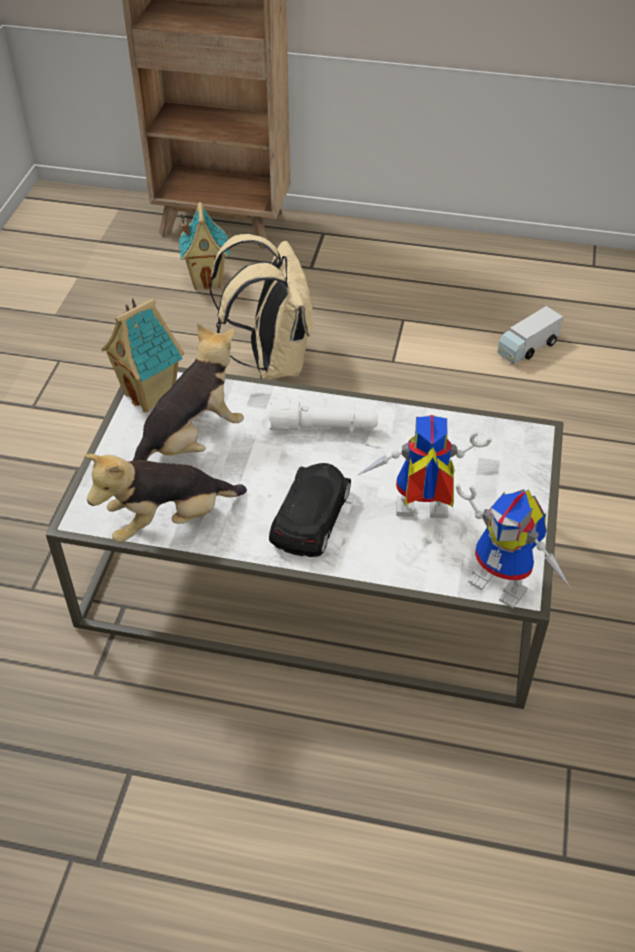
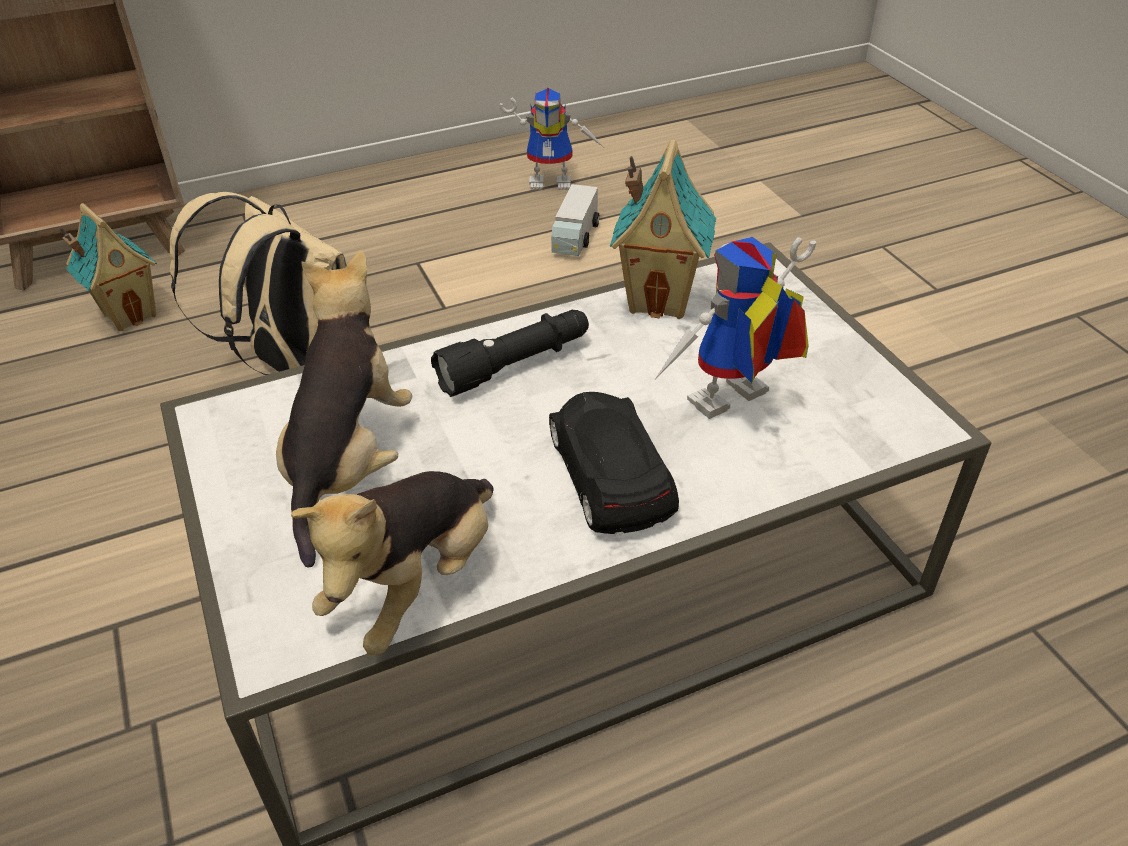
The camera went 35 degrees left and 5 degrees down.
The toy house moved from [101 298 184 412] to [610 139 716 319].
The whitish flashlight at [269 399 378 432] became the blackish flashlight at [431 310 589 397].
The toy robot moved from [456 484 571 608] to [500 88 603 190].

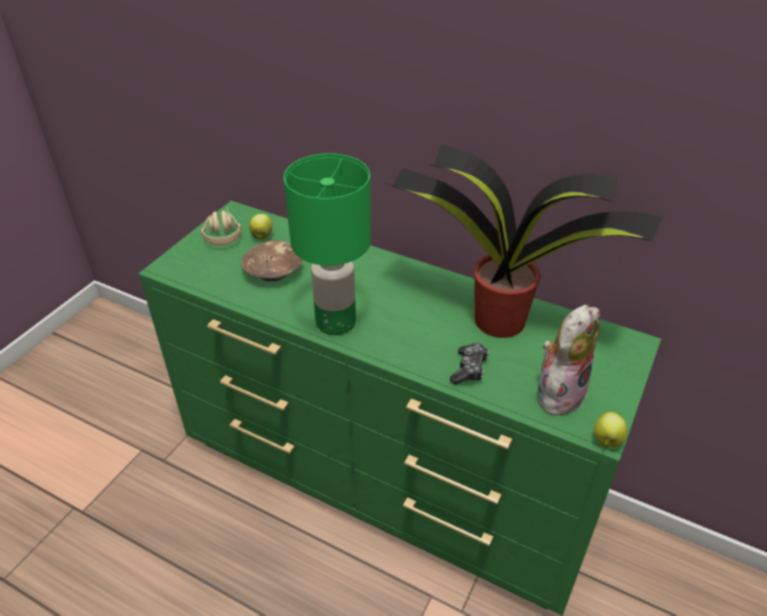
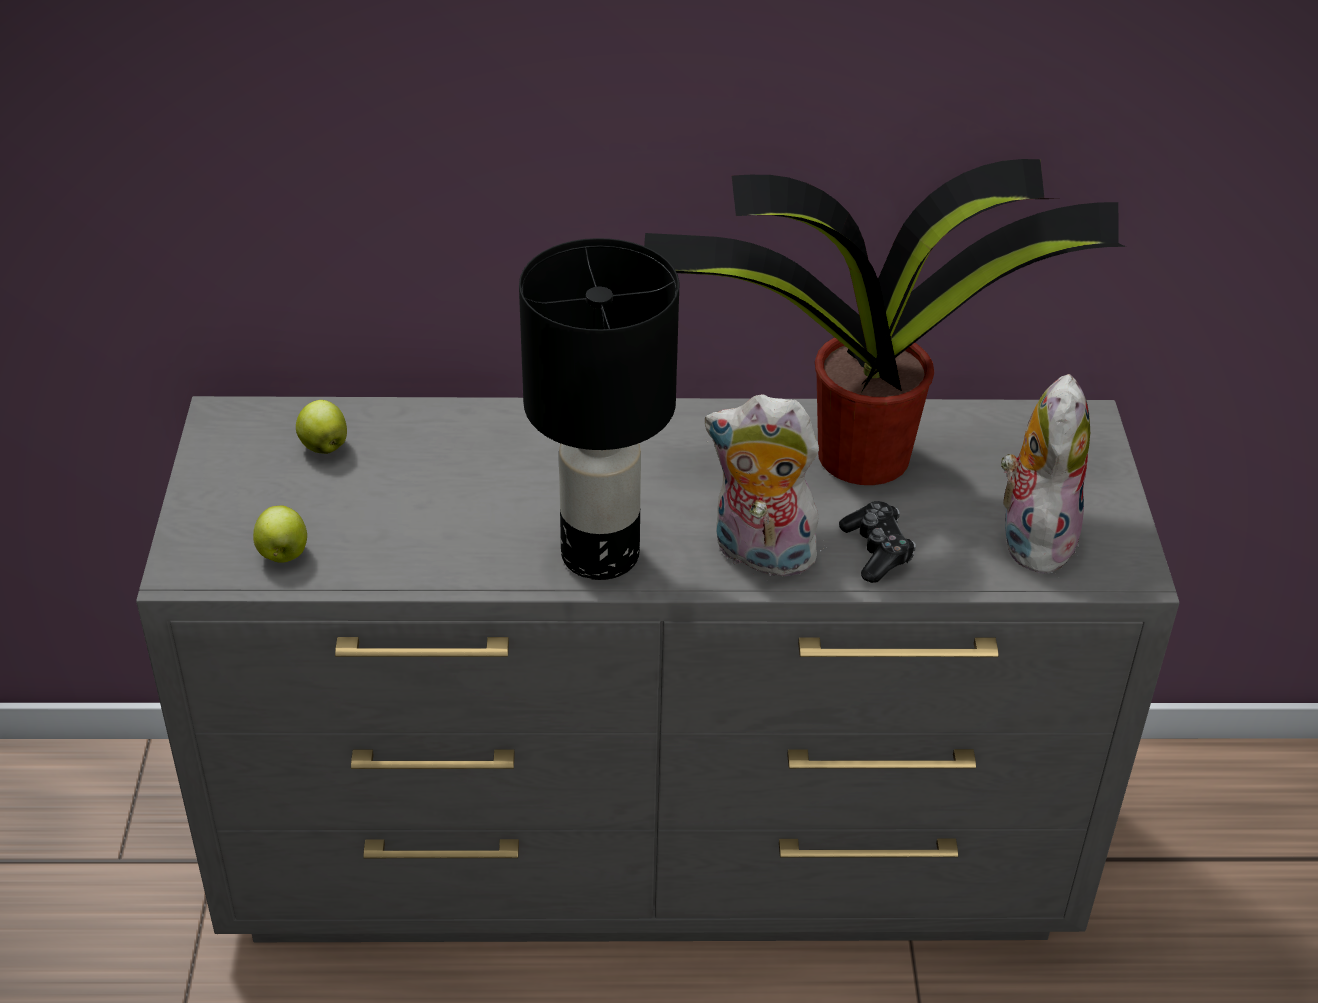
The camera went 30 degrees left and 0 degrees up.
The green-coloured lamp for a table at [284 153 371 335] became the blackish lamp for a table at [519 238 679 580].
The green-coloured drawer chest at [139 201 661 615] became the greyish drawer chest at [136 396 1180 942].
The sand-coloured pair of headphones at [201 207 242 246] disappeared.
The brownish bowl at [241 240 302 281] disappeared.
The apple fruit moved from [594 412 627 447] to [253 505 307 563].
The soft toy at [705 394 827 581] appeared.

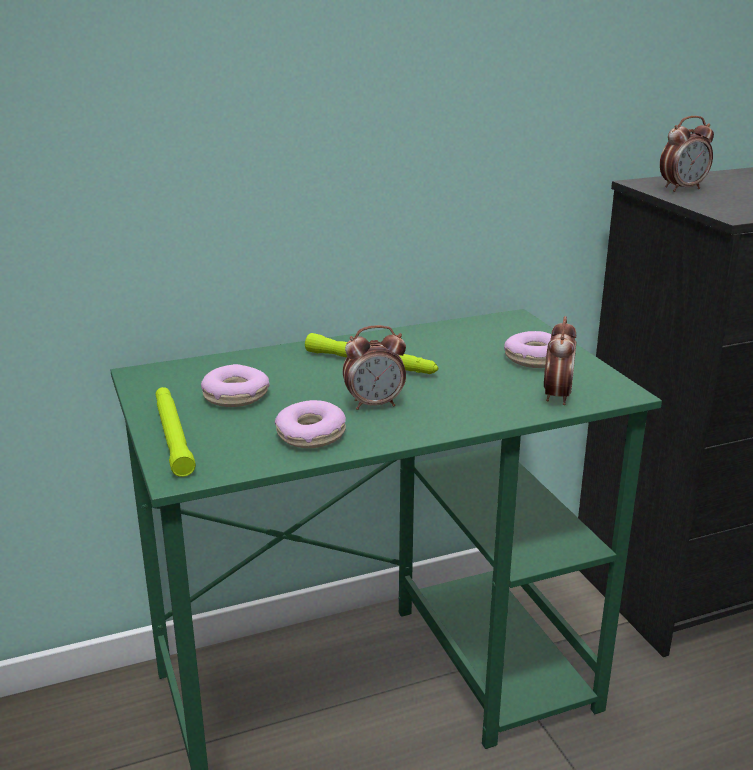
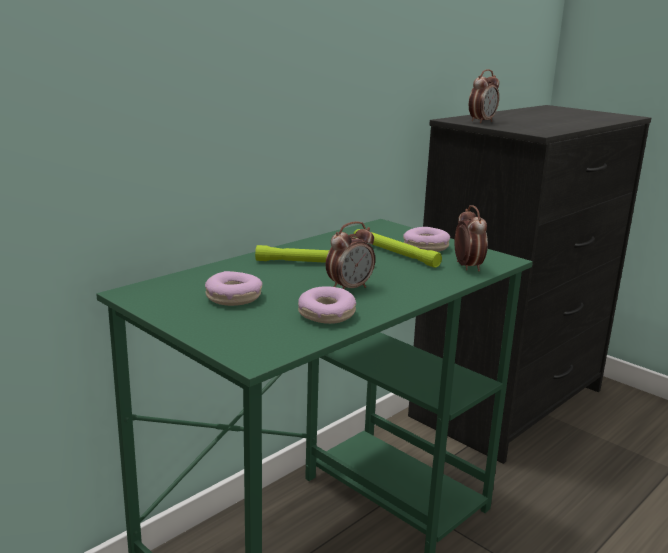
The camera went 25 degrees left and 5 degrees down.
The green-coloured flashlight moved from [155 387 196 477] to [354 229 442 268].

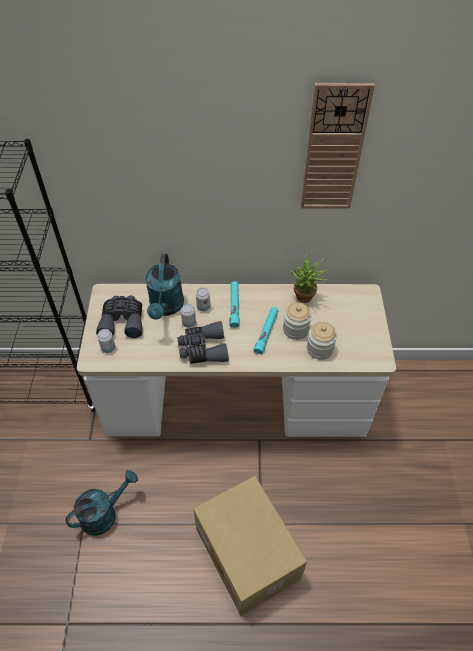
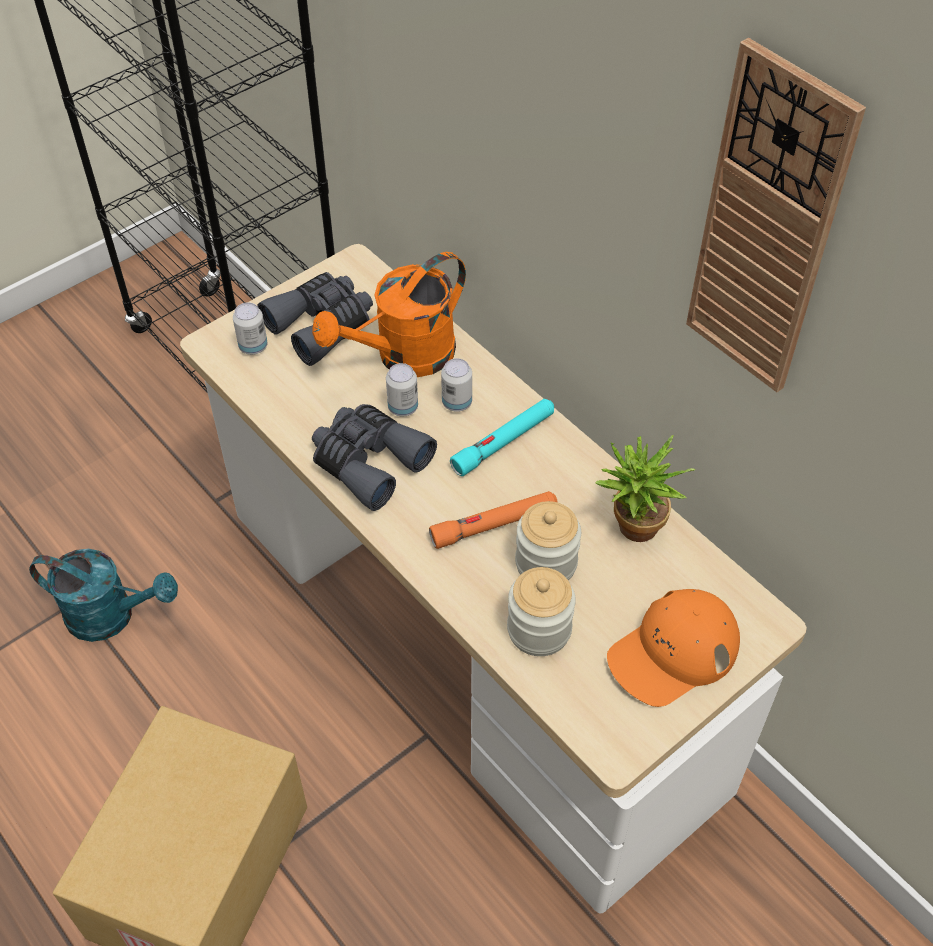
The camera went 50 degrees right and 0 degrees up.
The turquoise-coloured watering can at [145 253 184 320] became the orangey watering can at [312 252 466 377].
The turquoise-coloured flashlight at [253 307 278 355] became the orangey flashlight at [429 491 558 549].
The orangey peaked cap at [607 589 740 707] appeared.

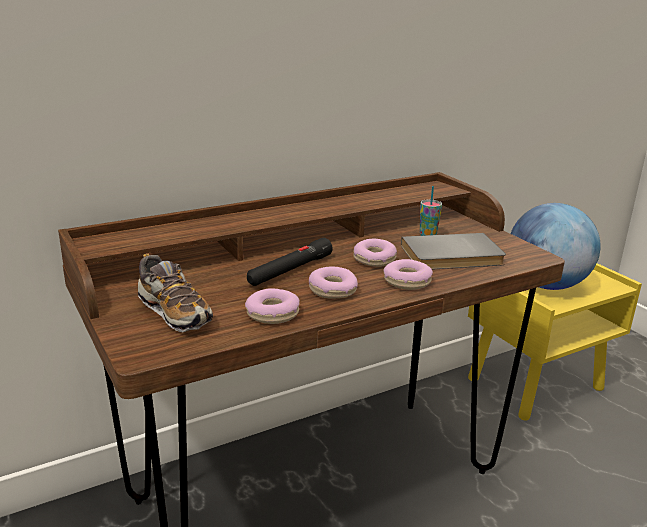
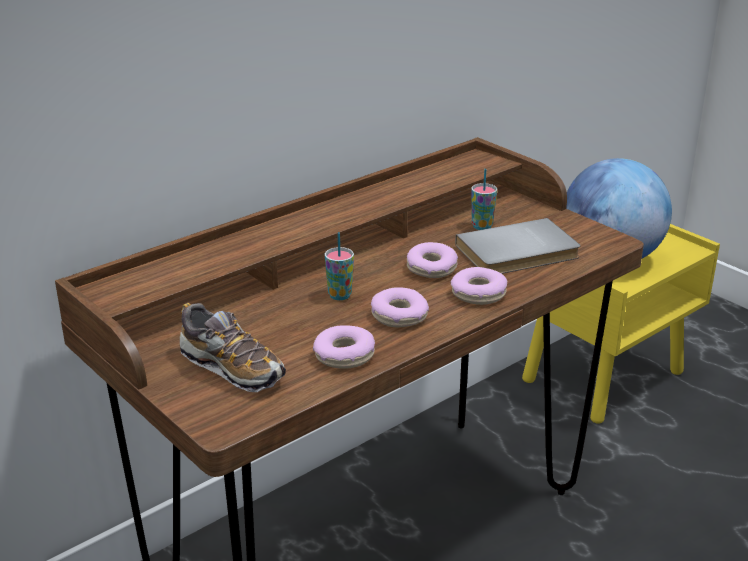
The camera went 10 degrees left and 5 degrees up.
The blackish flashlight at [247 238 333 286] was replaced by the small cup at [325 232 354 300].

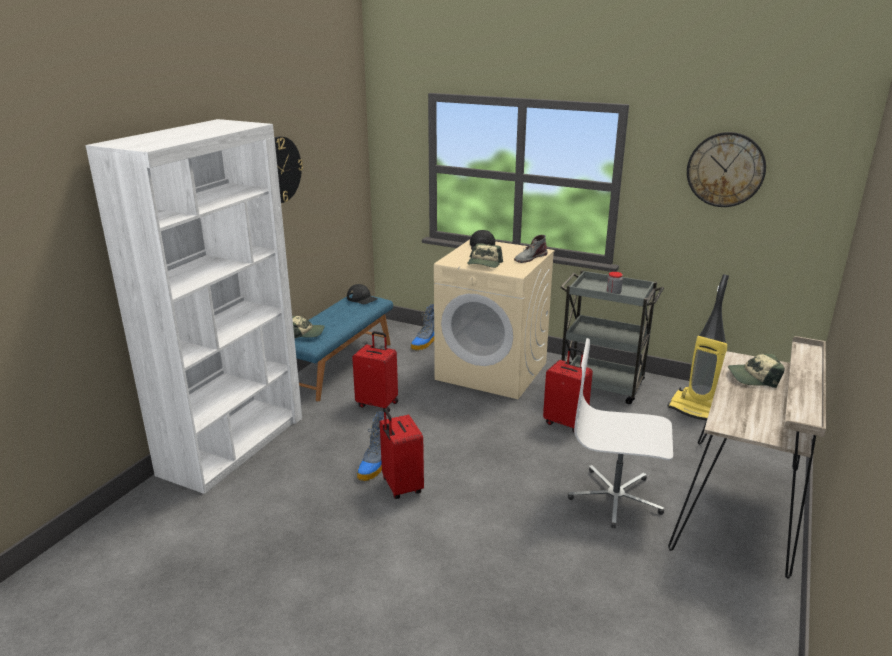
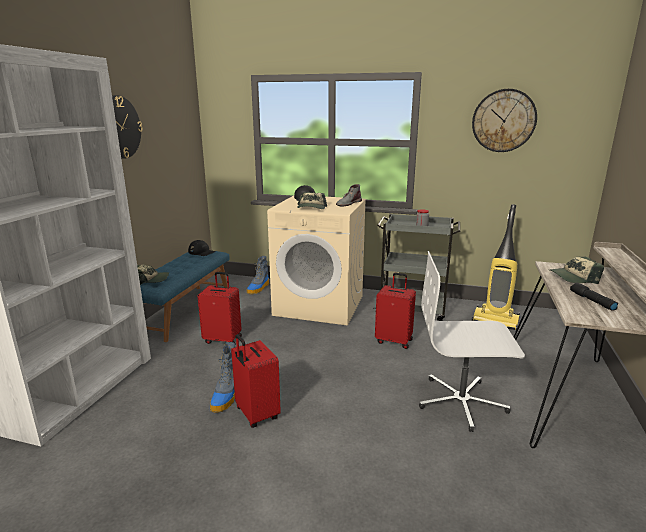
The camera went 10 degrees left and 5 degrees down.
The blackish flashlight at [570 282 618 311] appeared.

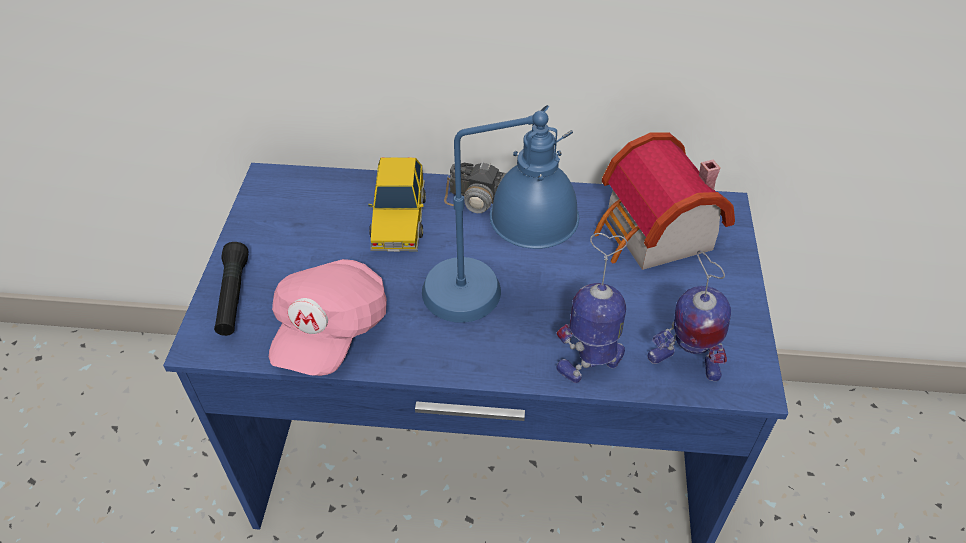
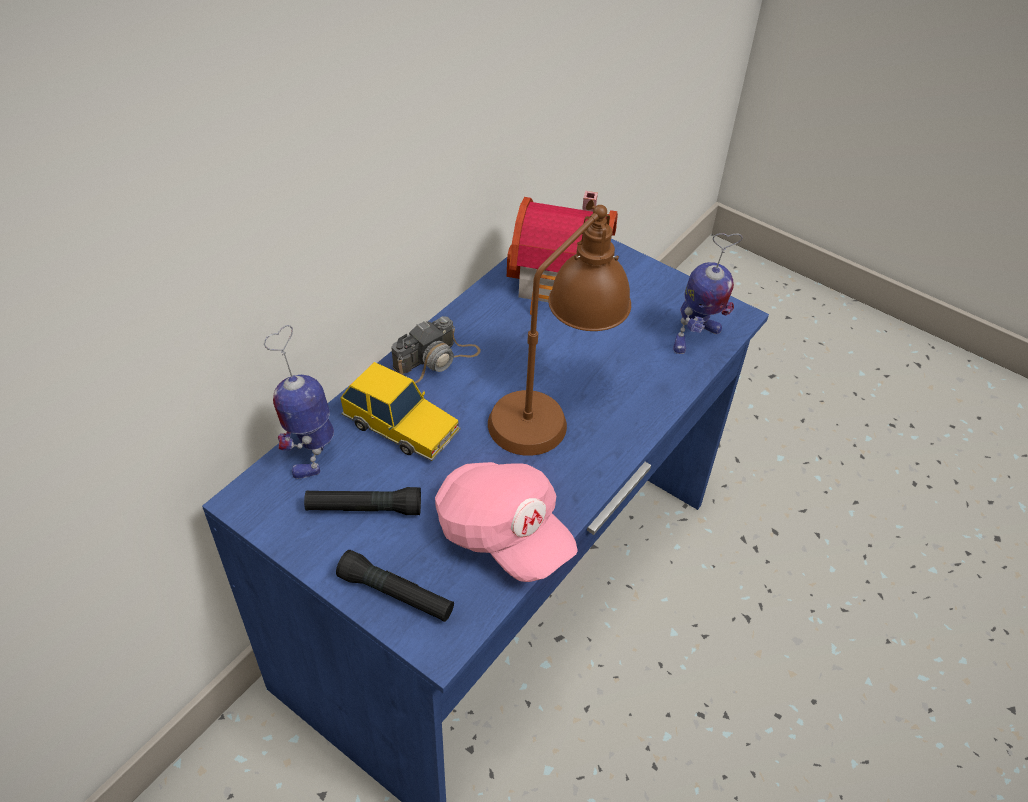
The camera went 60 degrees left and 0 degrees up.
The bluish lamp for a table at [422 105 579 323] became the brownish lamp for a table at [488 200 631 456].
The toy robot moved from [556 233 627 383] to [264 325 334 479].
The blackish flashlight at [304 487 421 515] appeared.

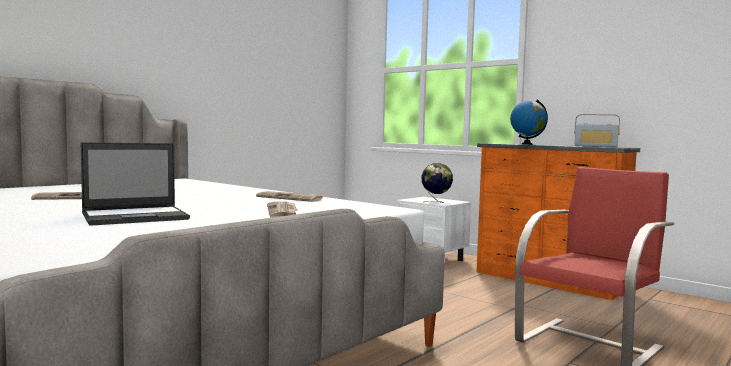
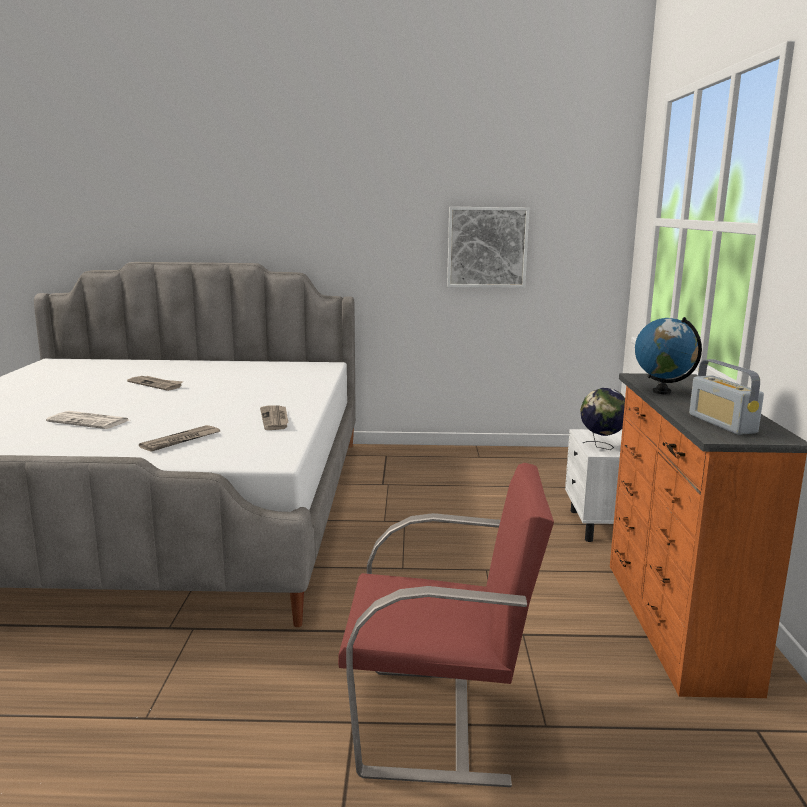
The camera went 50 degrees right and 10 degrees up.
The laptop at [81 142 190 226] was replaced by the daily paper at [46 411 129 429].
The wall art at [447 207 529 288] appeared.

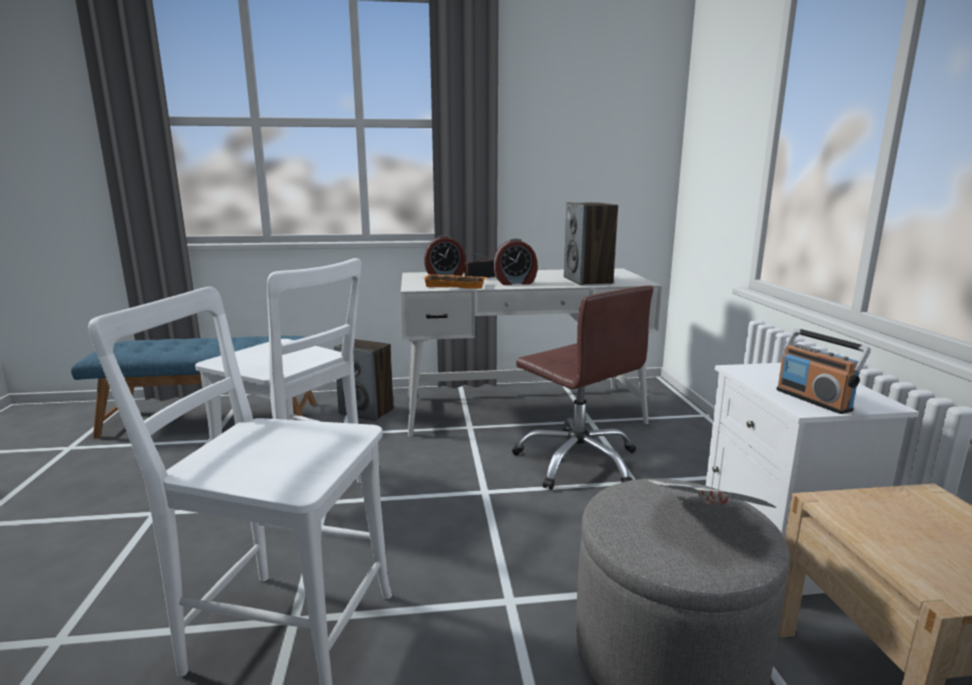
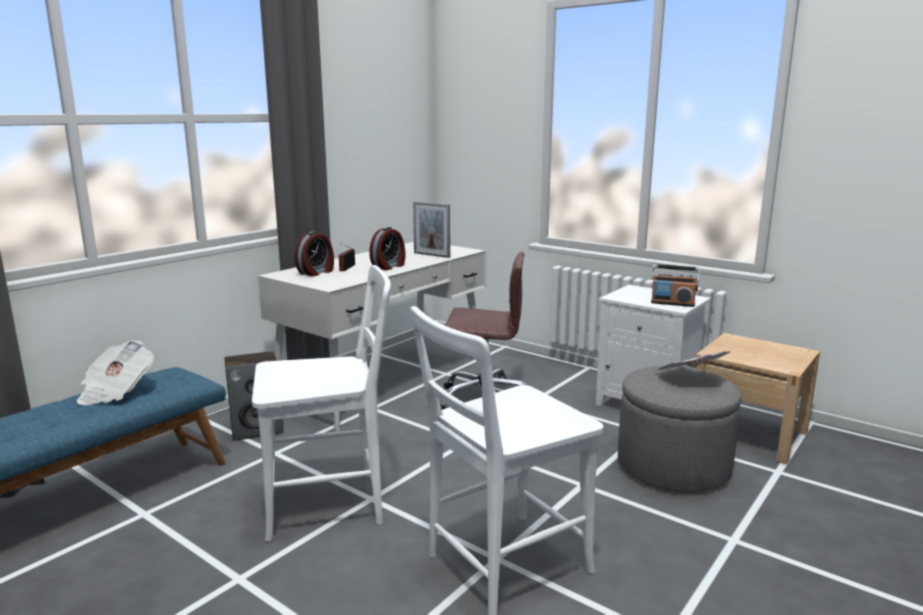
The camera went 45 degrees left and 0 degrees up.
The speaker at [564 202 618 285] was replaced by the picture frame at [413 201 450 258].
The orangey tray at [424 274 487 289] disappeared.
The daily paper at [77 340 154 405] appeared.

